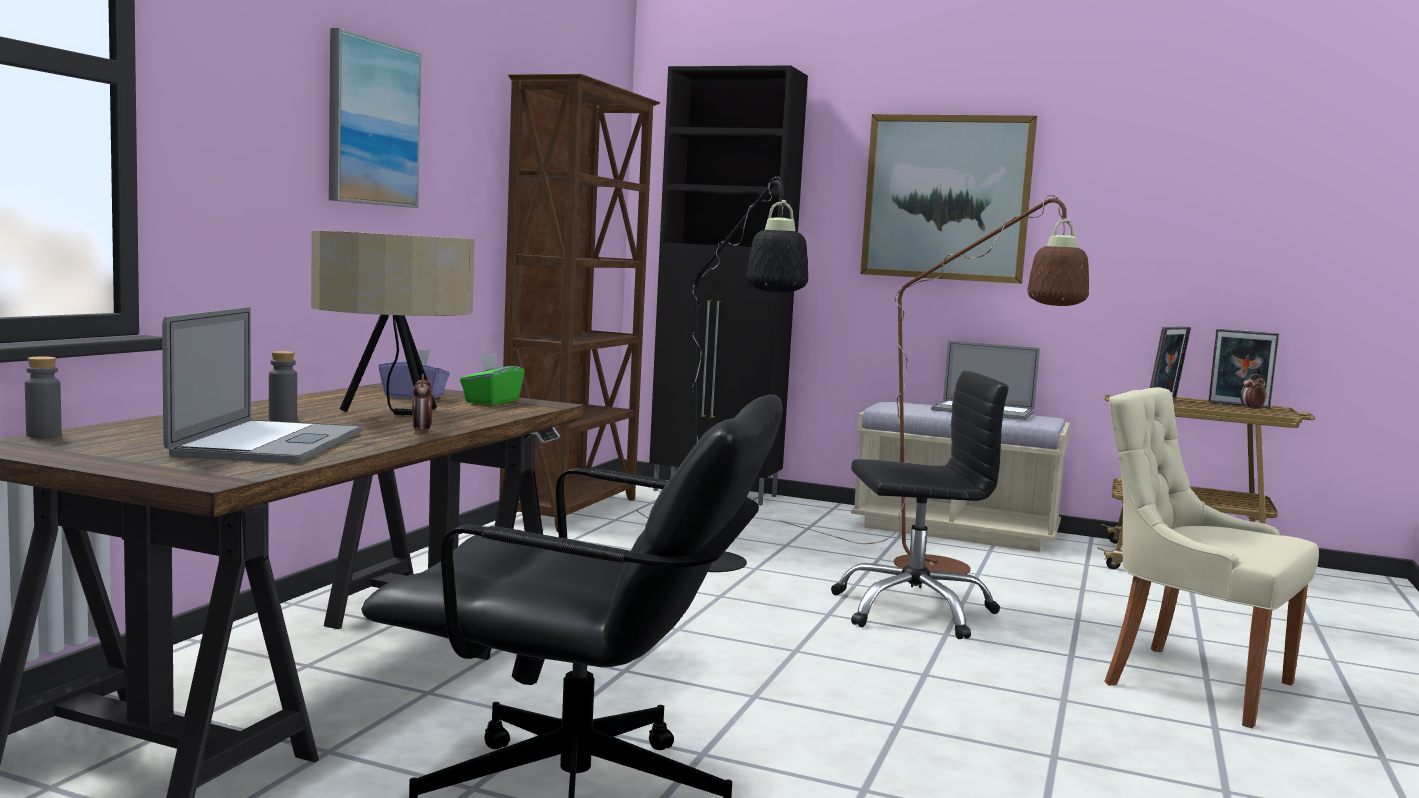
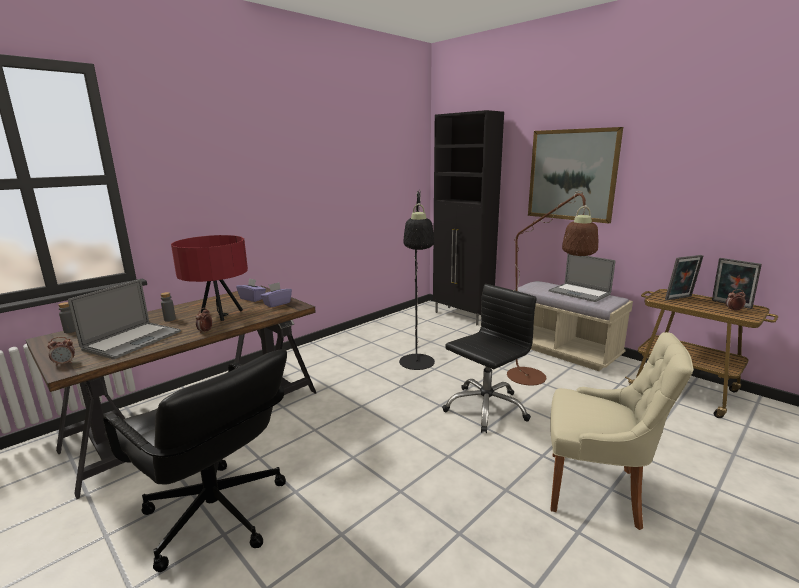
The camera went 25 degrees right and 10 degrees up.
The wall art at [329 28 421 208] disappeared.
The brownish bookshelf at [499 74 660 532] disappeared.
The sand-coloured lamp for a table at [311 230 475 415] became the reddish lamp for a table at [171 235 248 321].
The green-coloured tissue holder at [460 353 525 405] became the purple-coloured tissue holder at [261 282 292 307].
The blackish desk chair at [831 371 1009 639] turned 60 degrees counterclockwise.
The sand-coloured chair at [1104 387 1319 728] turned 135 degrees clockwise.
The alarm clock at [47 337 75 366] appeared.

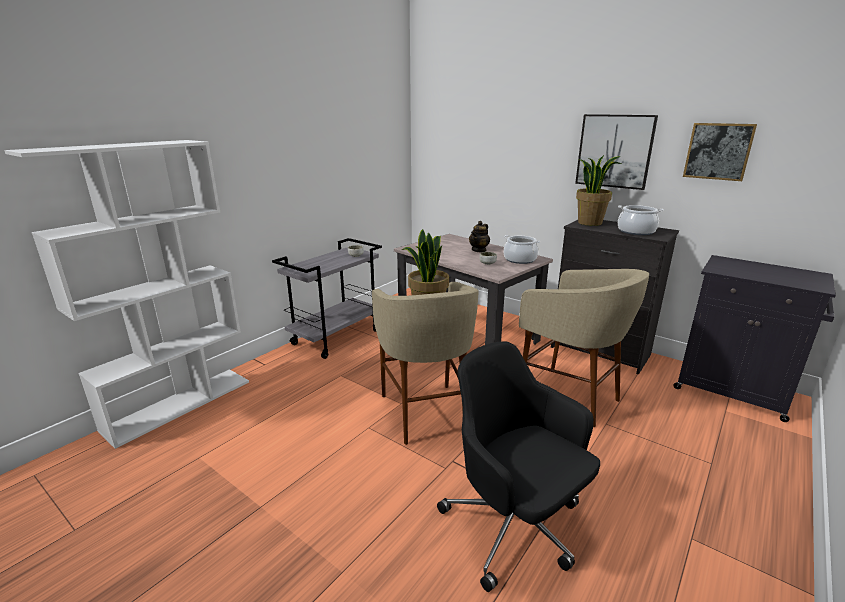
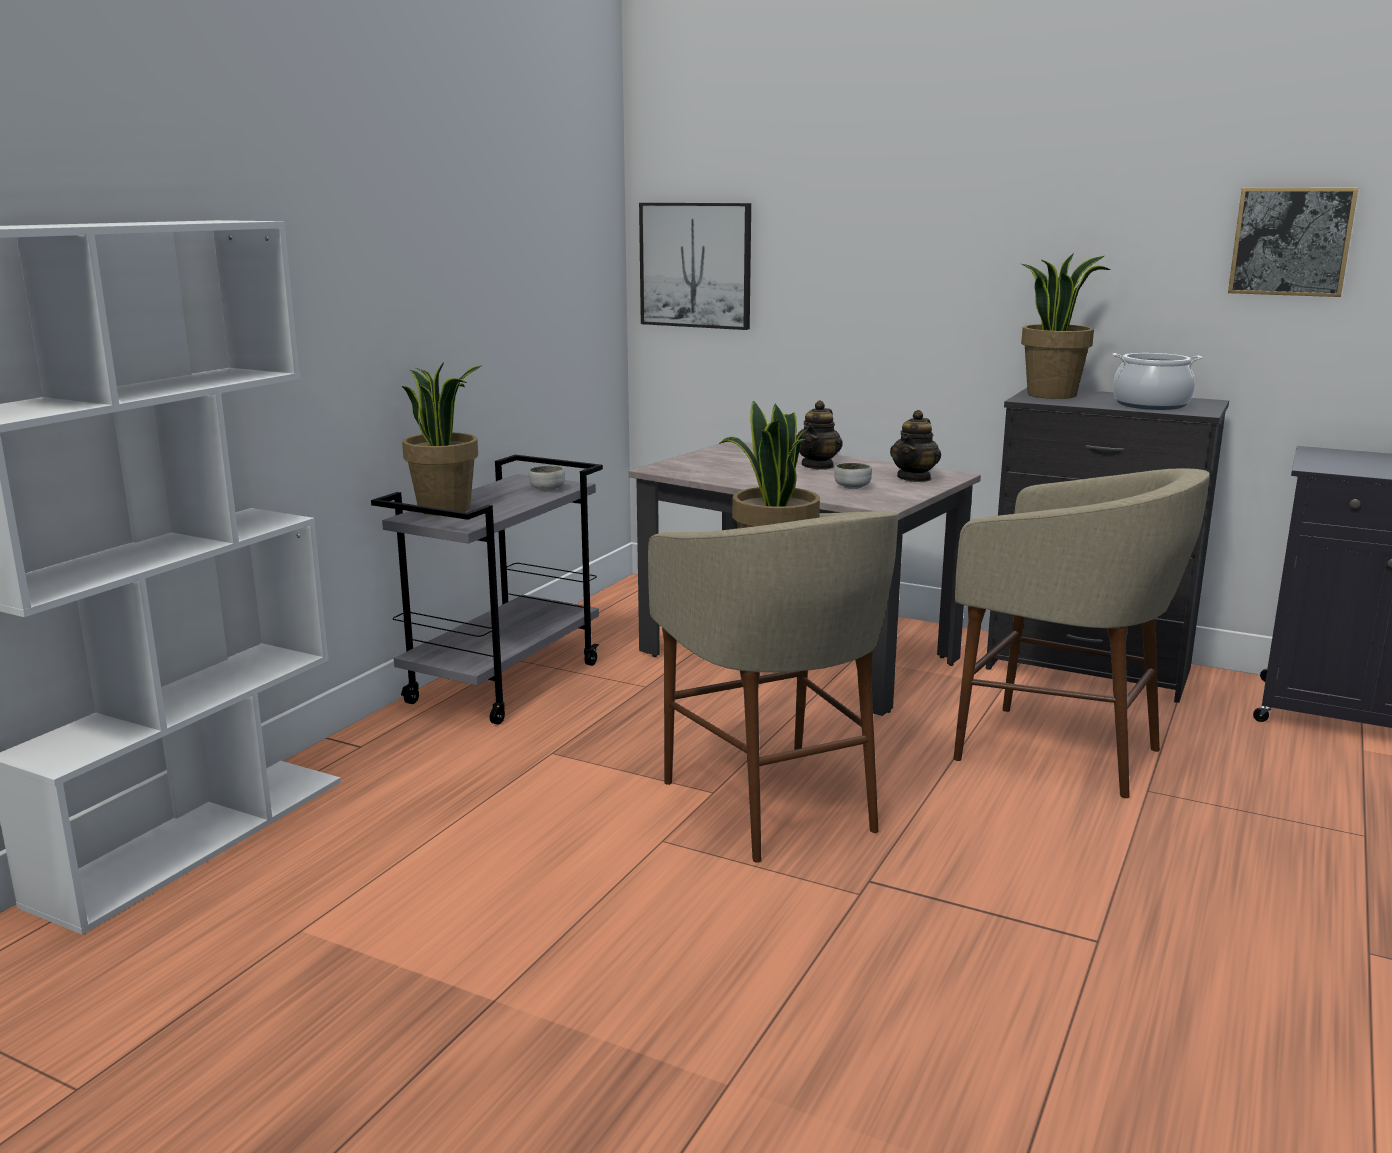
The camera went 10 degrees left and 5 degrees down.
The wall art moved from [575 114 658 190] to [639 203 751 330].
The saucepot at [504 235 540 264] was replaced by the teapot at [890 410 941 482].
The blackish desk chair at [437 341 600 592] disappeared.
The plant in a pot at [401 362 482 516] appeared.

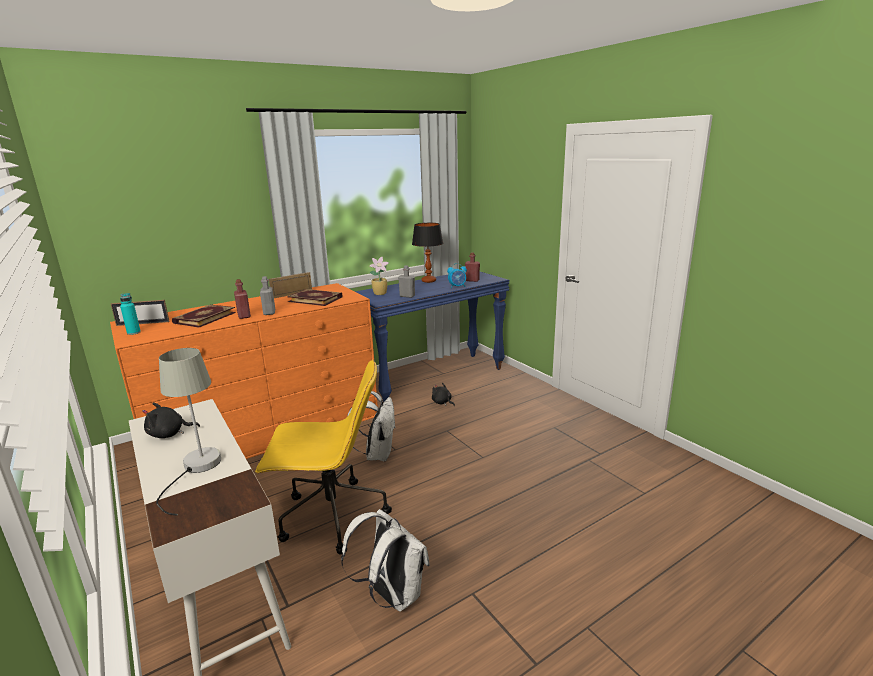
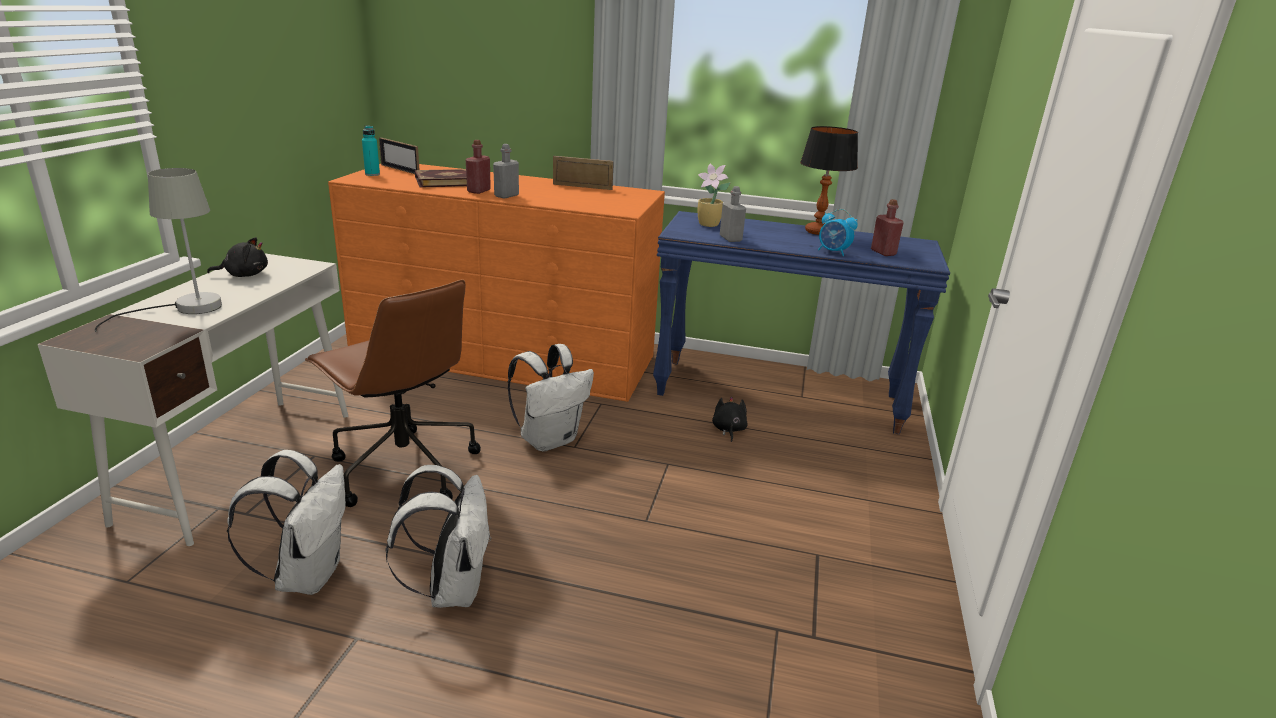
The camera went 45 degrees right and 5 degrees up.
The volume at [287 289 343 306] disappeared.
The yellow-coloured desk chair at [255 359 392 554] became the brownish desk chair at [305 279 481 507].
The blackish soft toy at [142 403 200 438] turned 135 degrees clockwise.
The whitish rucksack at [385 465 491 608] appeared.

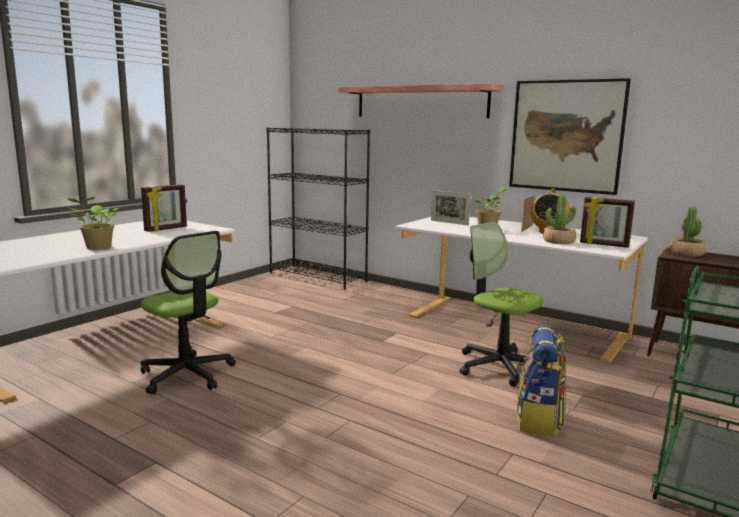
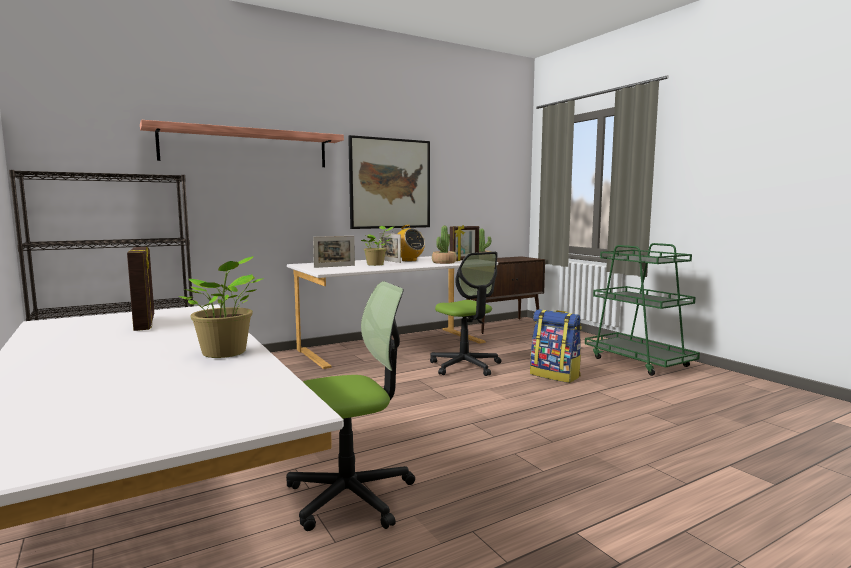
The camera went 65 degrees left and 5 degrees down.
The desk chair at [459 222 544 387] turned 105 degrees counterclockwise.

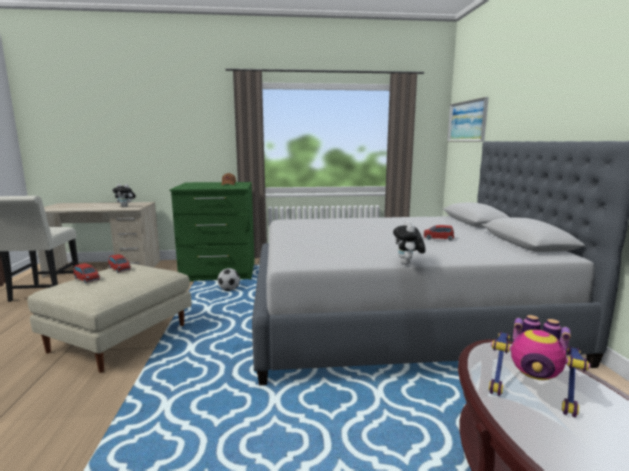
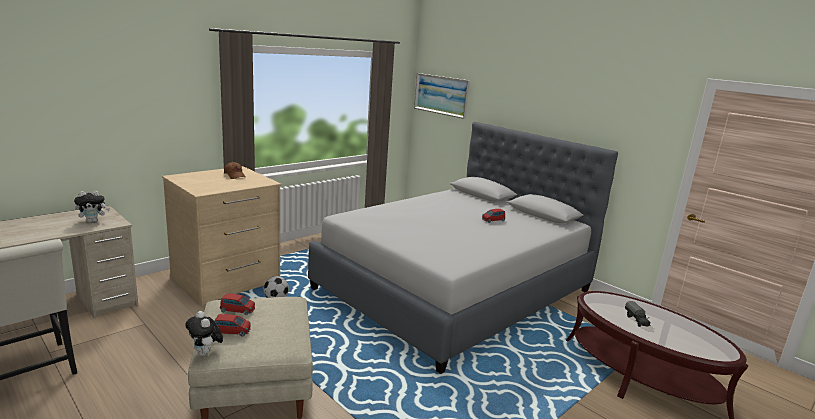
The camera went 40 degrees left and 5 degrees up.
The green-coloured drawer chest at [170 182 255 282] became the sand-coloured drawer chest at [162 166 282 306].
The soft toy moved from [393 221 426 264] to [185 311 223 356].
The toy robot at [489 315 590 417] was replaced by the toy truck at [625 301 650 327].

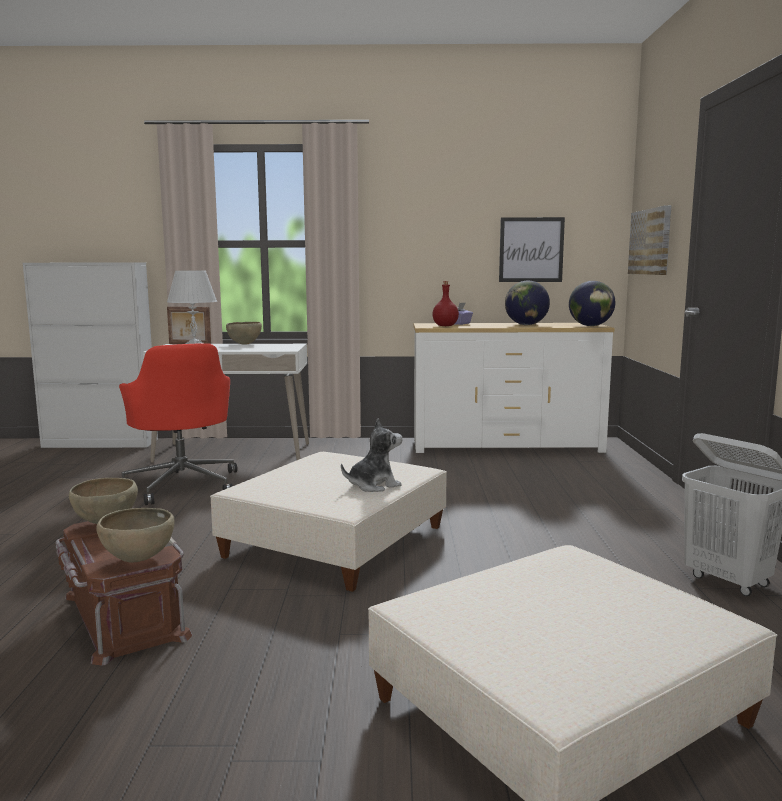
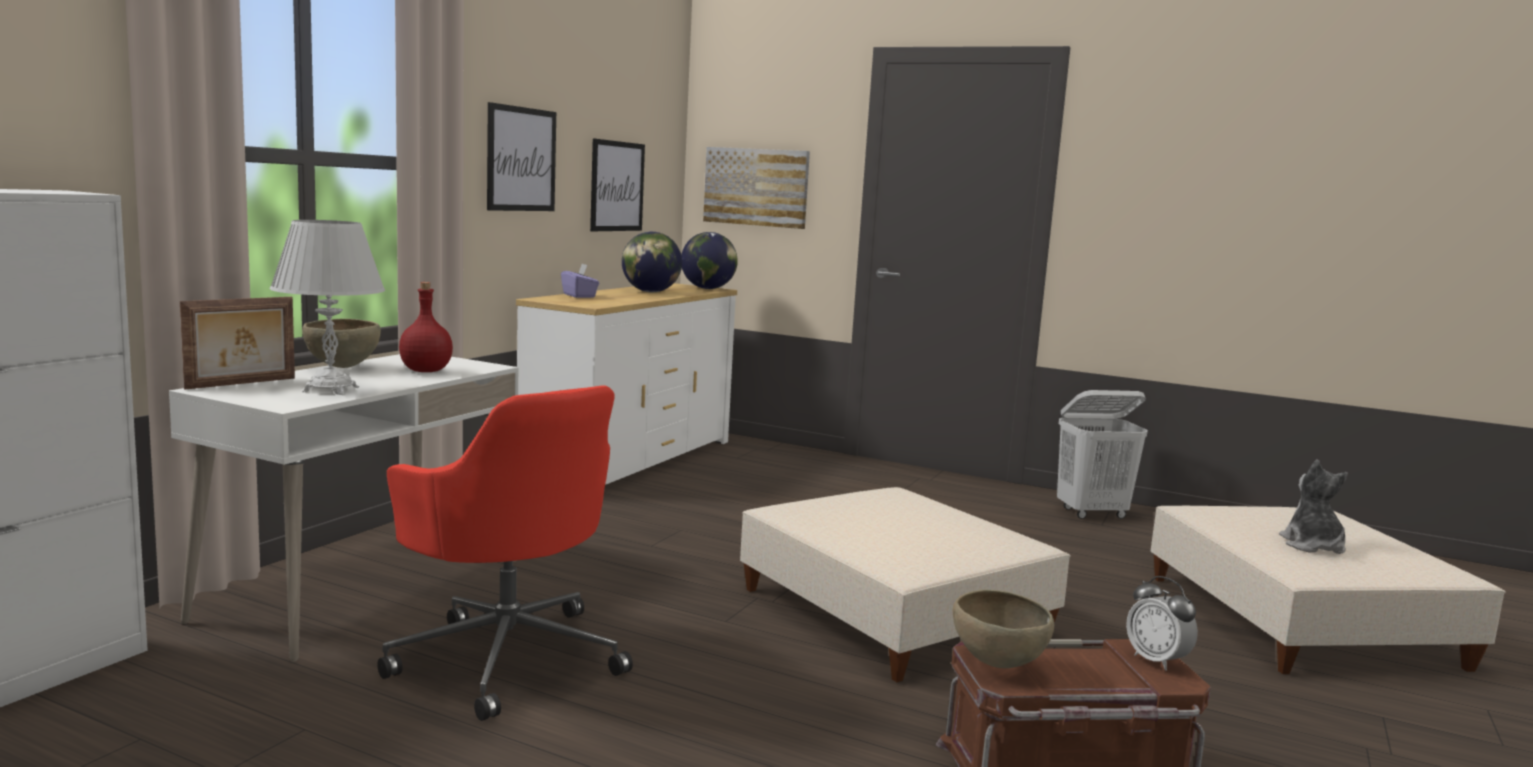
The camera went 65 degrees left and 0 degrees up.
The reddish beverage bottle moved from [433 281 459 326] to [399 282 453 372].
The reddish desk chair at [119 343 237 505] turned 45 degrees clockwise.
The soft toy moved from [341 418 402 492] to [1279 460 1348 554].
The brownish bowl at [96 508 175 563] was replaced by the alarm clock at [1126 576 1198 671].
The wall art at [487 102 556 211] appeared.

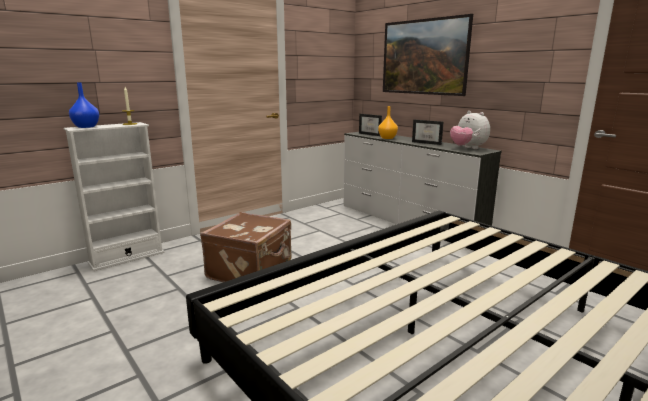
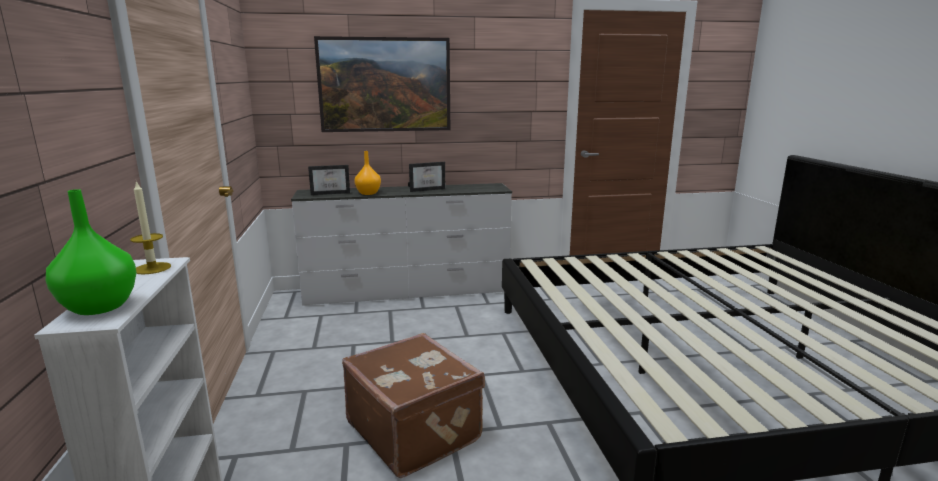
The camera went 60 degrees left and 0 degrees up.
The bluish decorative vase at [69 83 99 128] became the green-coloured decorative vase at [46 189 137 315].
The soft toy at [450 111 490 149] disappeared.

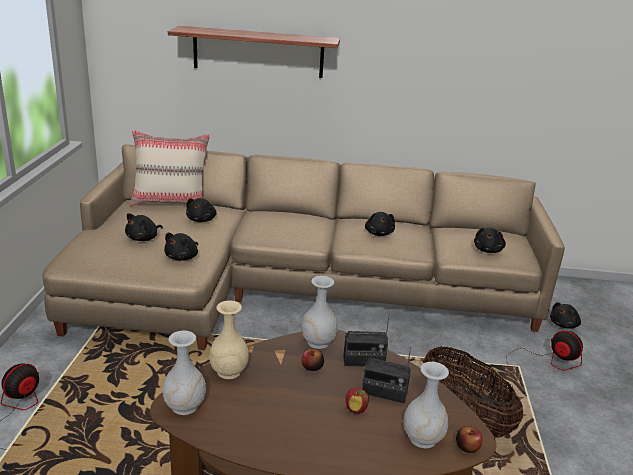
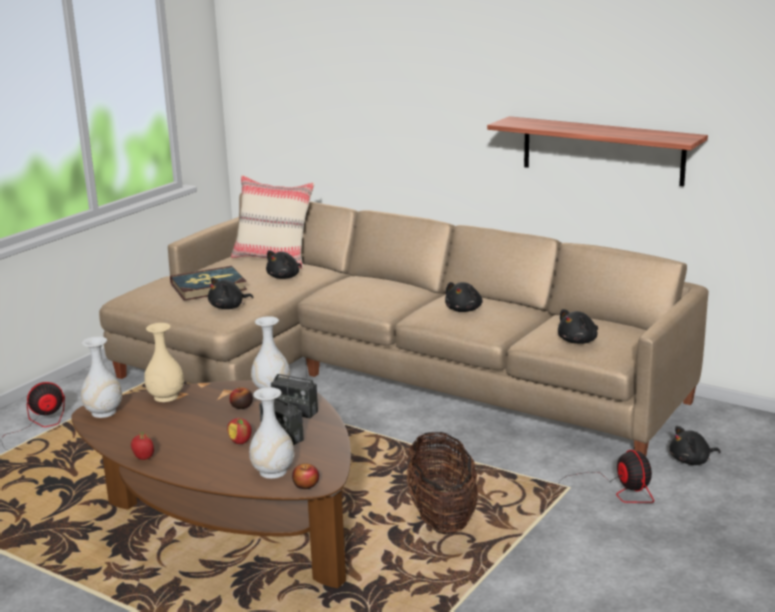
The camera went 30 degrees right and 5 degrees down.
The wall shelf moved from [168 26 340 78] to [487 116 708 186].
The blackish soft toy at [125 213 163 241] was replaced by the volume at [170 266 247 301].
The apple fruit at [131 432 154 460] appeared.

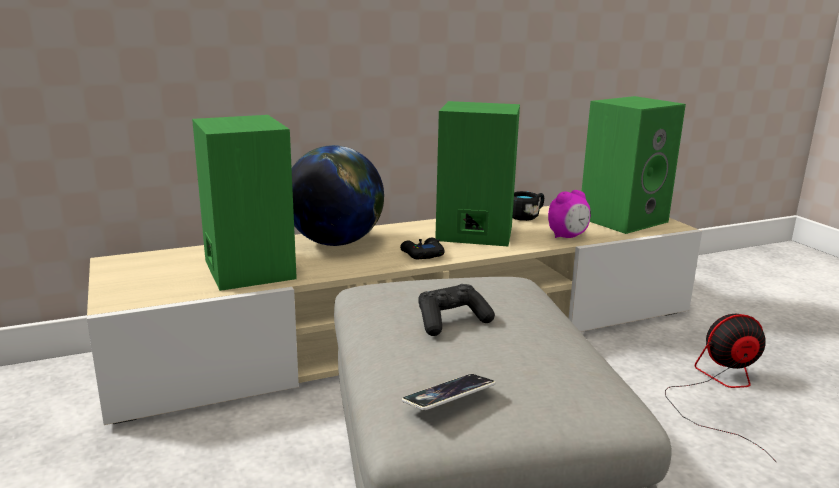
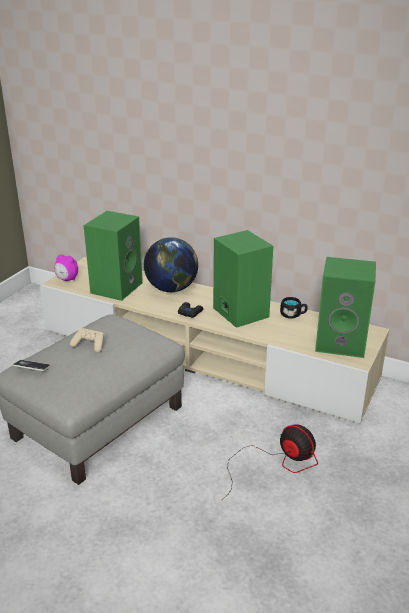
The camera went 50 degrees right and 10 degrees up.
The alarm clock moved from [548 190 590 238] to [54 255 78 281].
The blackish gamepad at [419 284 495 336] became the sand-coloured gamepad at [70 328 104 353].

